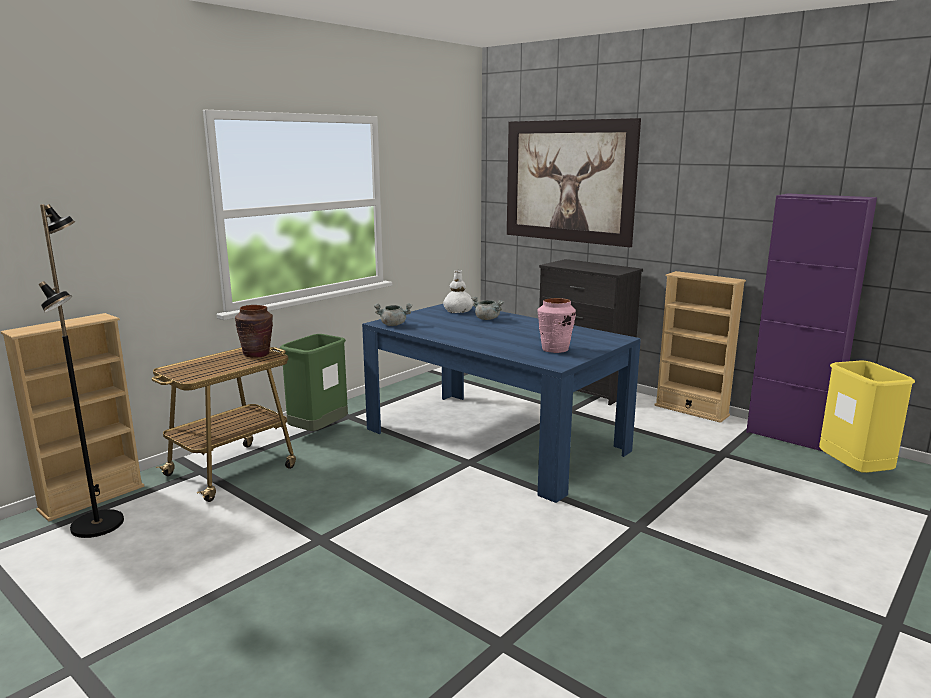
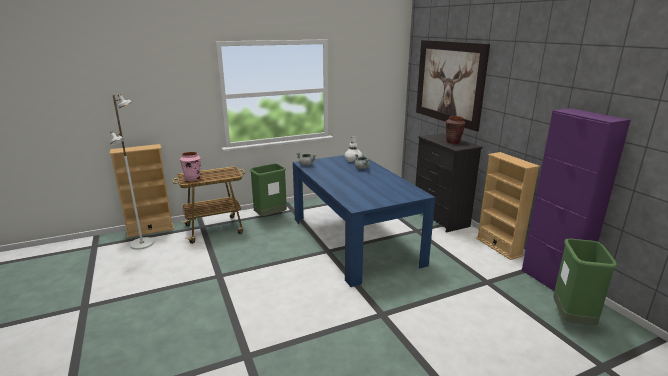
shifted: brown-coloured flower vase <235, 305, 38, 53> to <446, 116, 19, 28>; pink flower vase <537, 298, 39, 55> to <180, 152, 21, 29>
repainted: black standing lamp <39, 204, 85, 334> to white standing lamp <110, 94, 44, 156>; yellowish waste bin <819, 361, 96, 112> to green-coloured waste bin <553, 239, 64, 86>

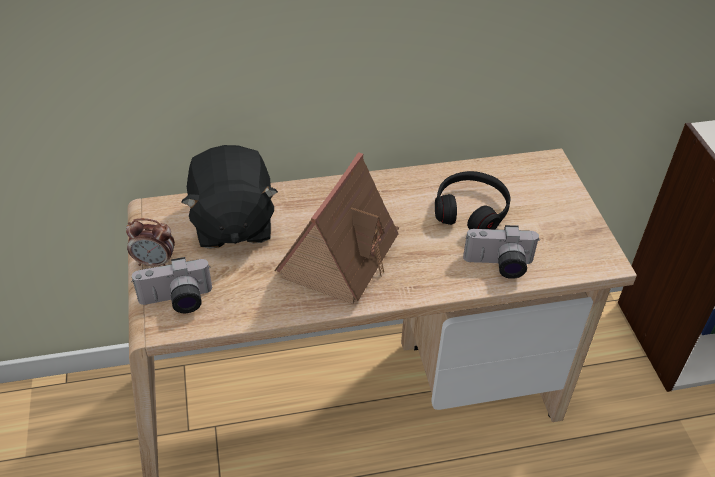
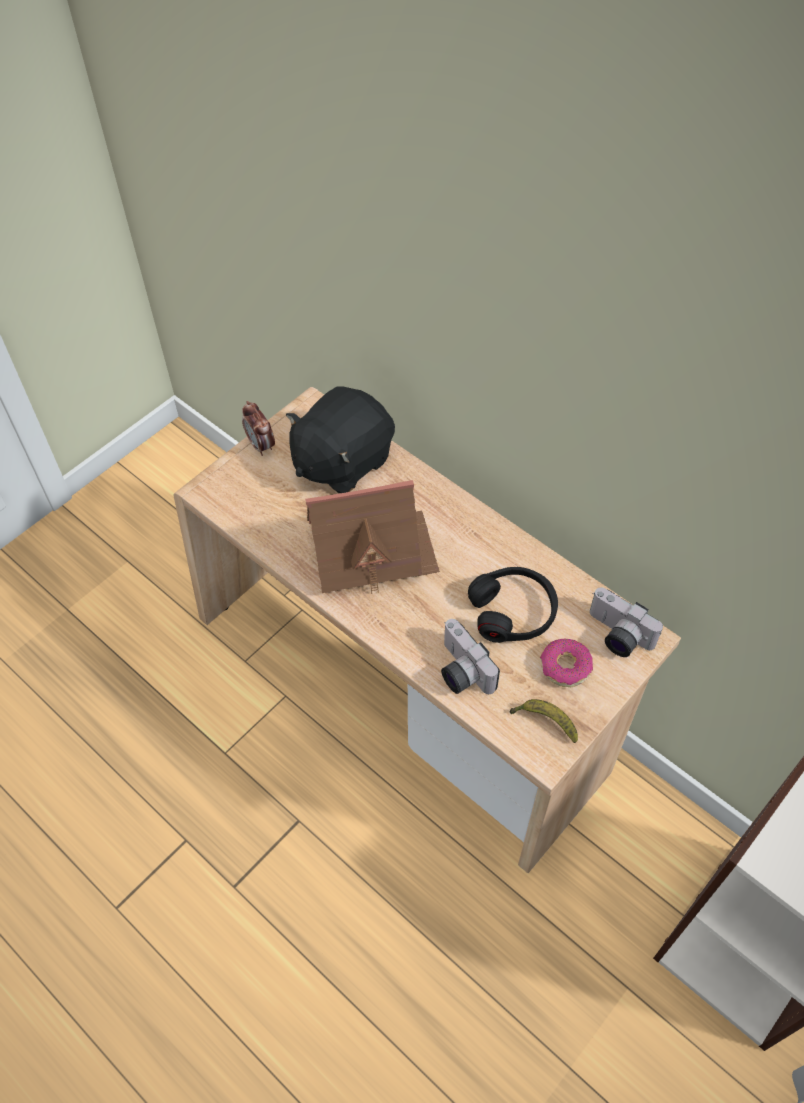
new: banana <509, 699, 69, 44>; doughnut <540, 639, 53, 48>
shifted: photo camera <131, 257, 81, 56> to <590, 587, 73, 70>

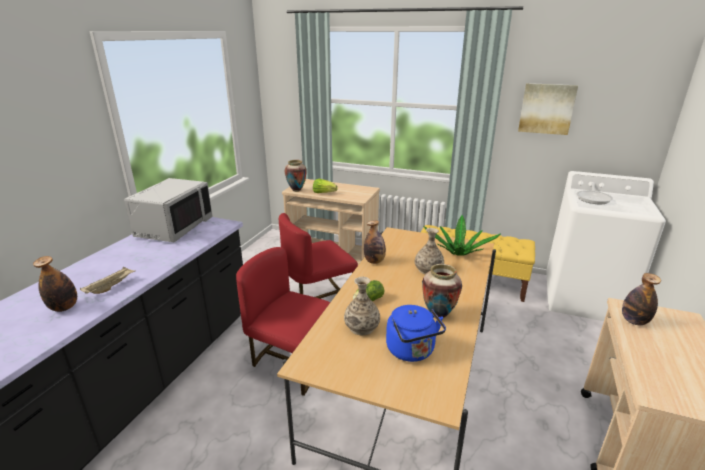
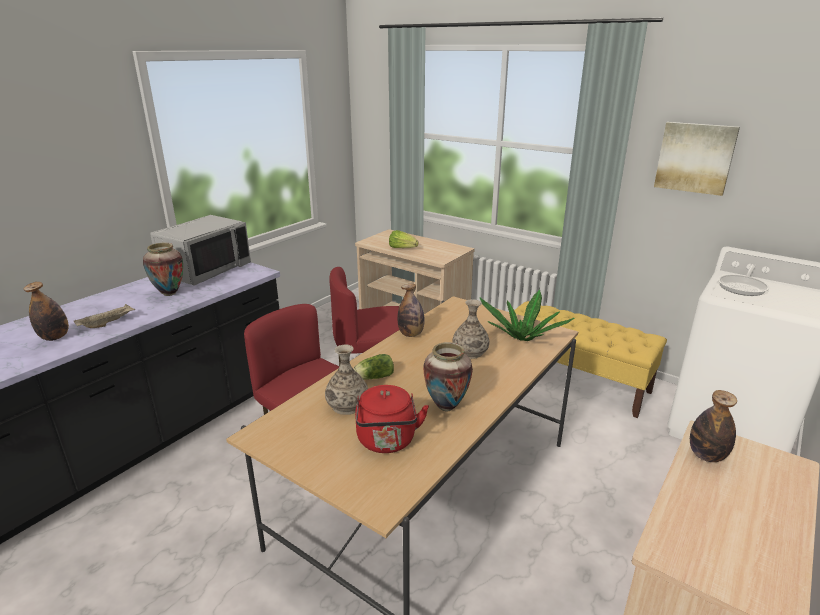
shifted: flower vase <285, 160, 22, 32> to <143, 243, 40, 53>
repainted: blue-coloured water kettle <386, 305, 60, 57> to red-coloured water kettle <355, 385, 74, 68>

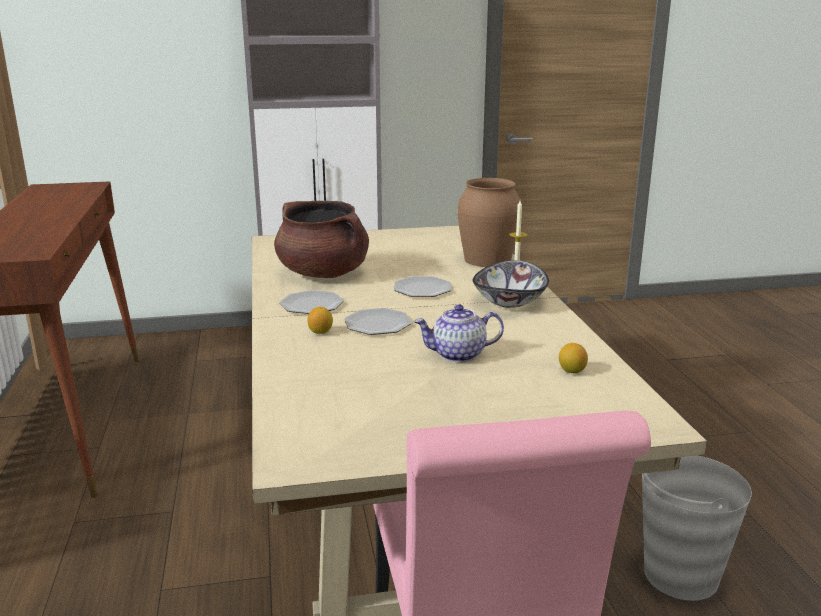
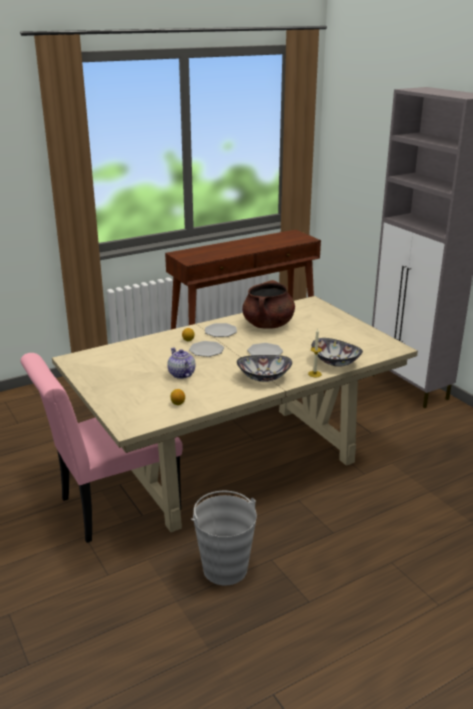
swapped: brown-coloured flower vase <457, 178, 63, 89> to deep dish <312, 338, 51, 29>

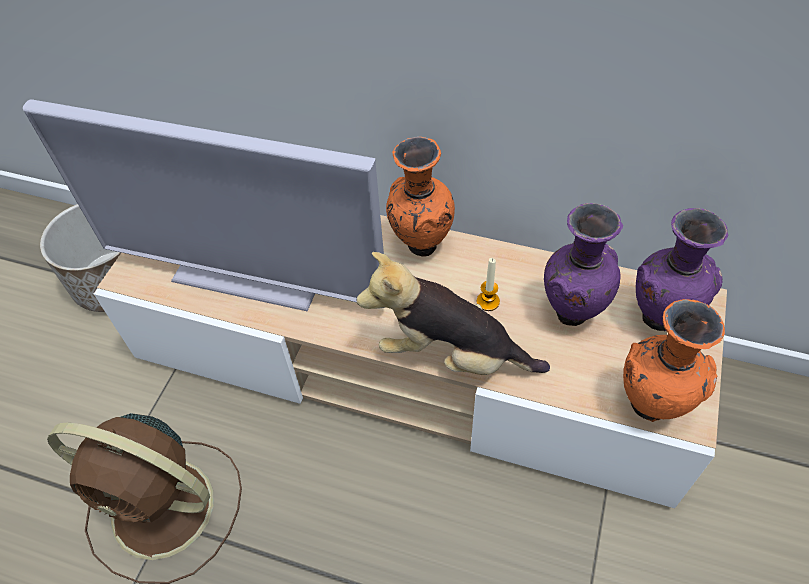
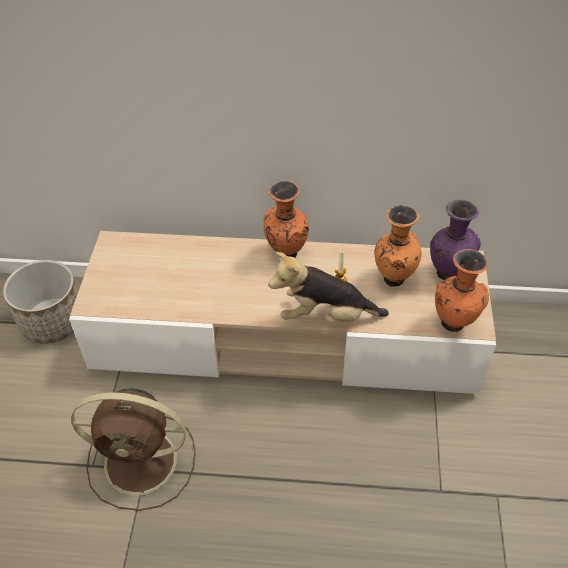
gone: television <23, 99, 361, 212>
repainted: purple flower vase <544, 203, 79, 123> to orangey flower vase <374, 205, 48, 82>

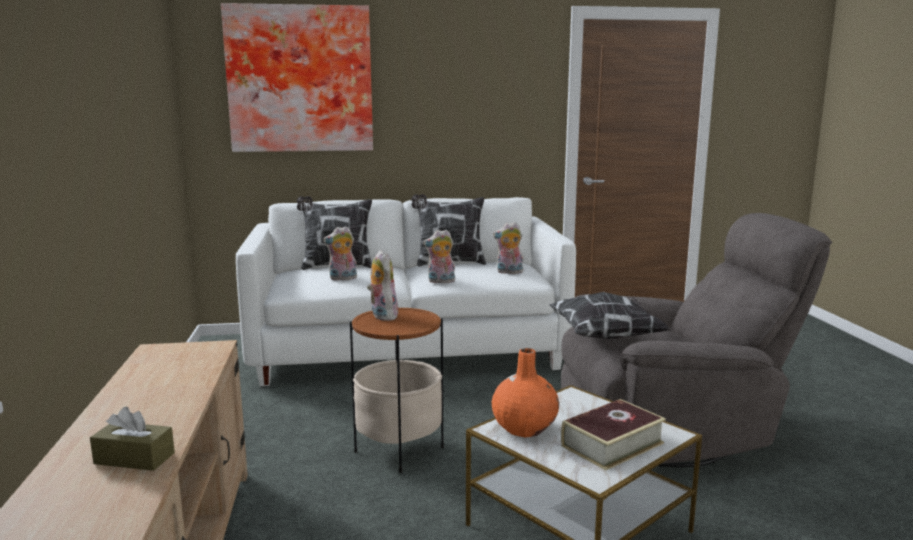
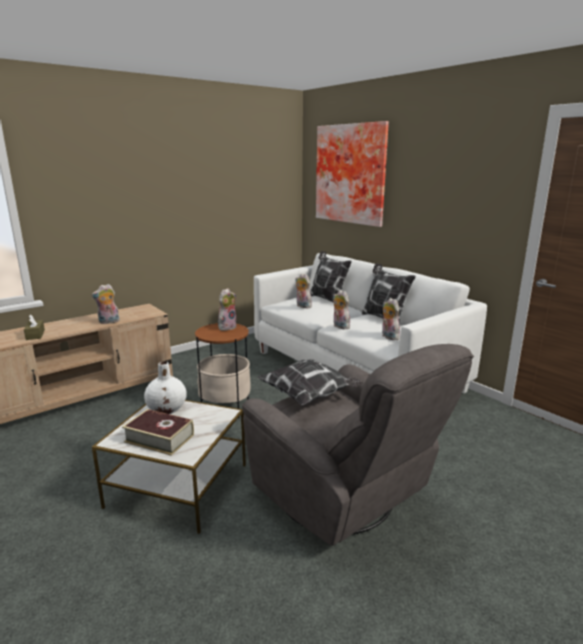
new: soft toy <91, 284, 29, 40>
repainted: orangey flower vase <492, 348, 67, 89> to white flower vase <144, 361, 43, 53>

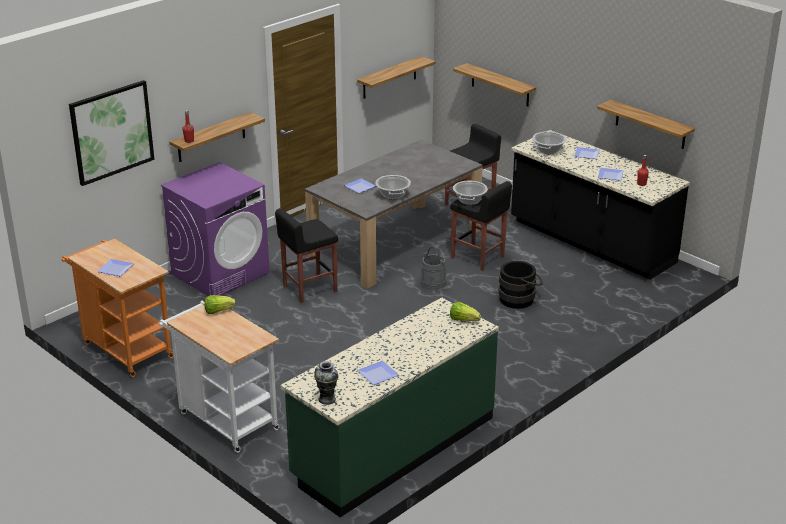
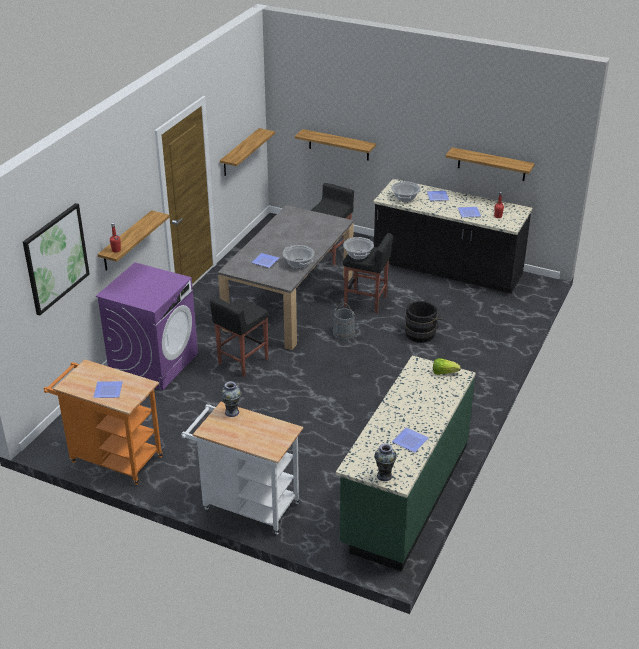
swapped: head of lettuce <204, 295, 32, 19> to flower vase <221, 381, 20, 36>

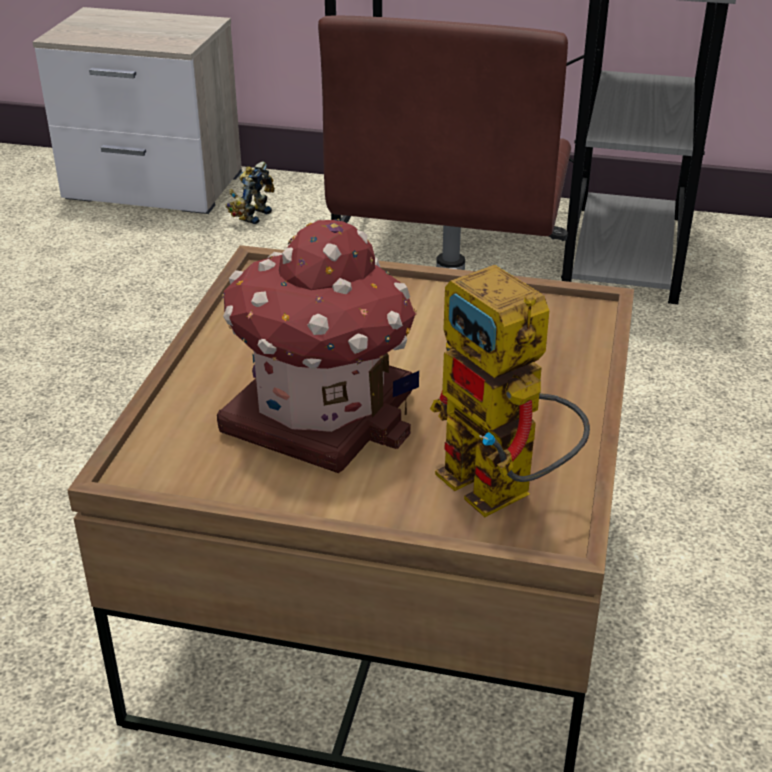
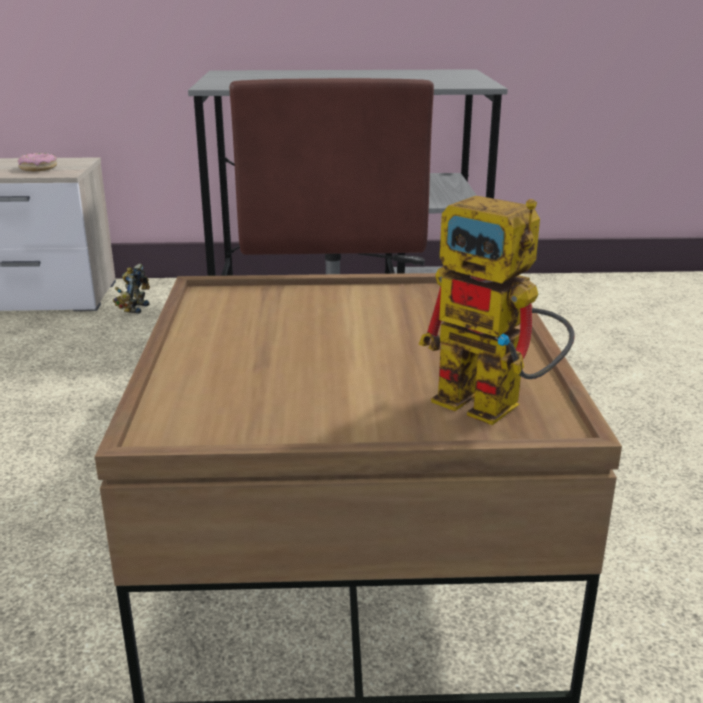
gone: model house <217, 219, 202, 254>
new: doughnut <18, 153, 39, 18>

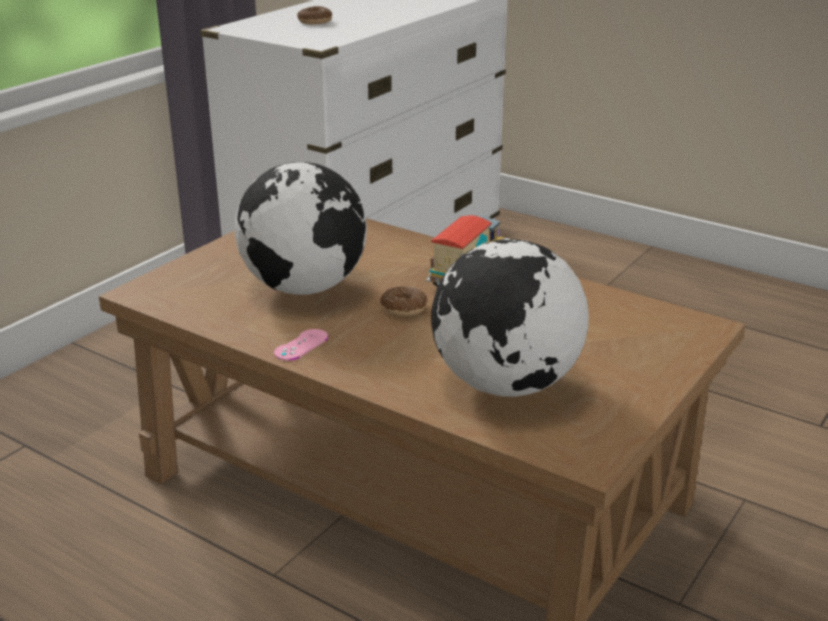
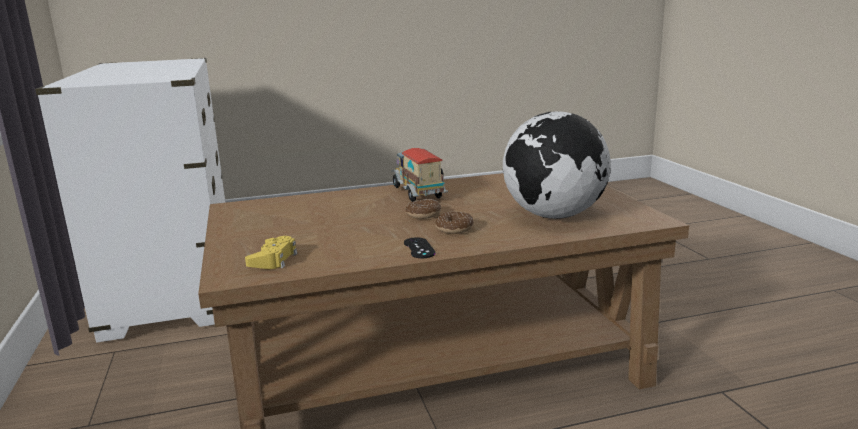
gone: globe <235, 162, 132, 133>
new: yellowish joypad <245, 236, 52, 33>
shifted: doughnut <297, 6, 35, 19> to <435, 212, 39, 22>
repainted: pink joypad <274, 329, 54, 32> to black joypad <404, 237, 32, 21>

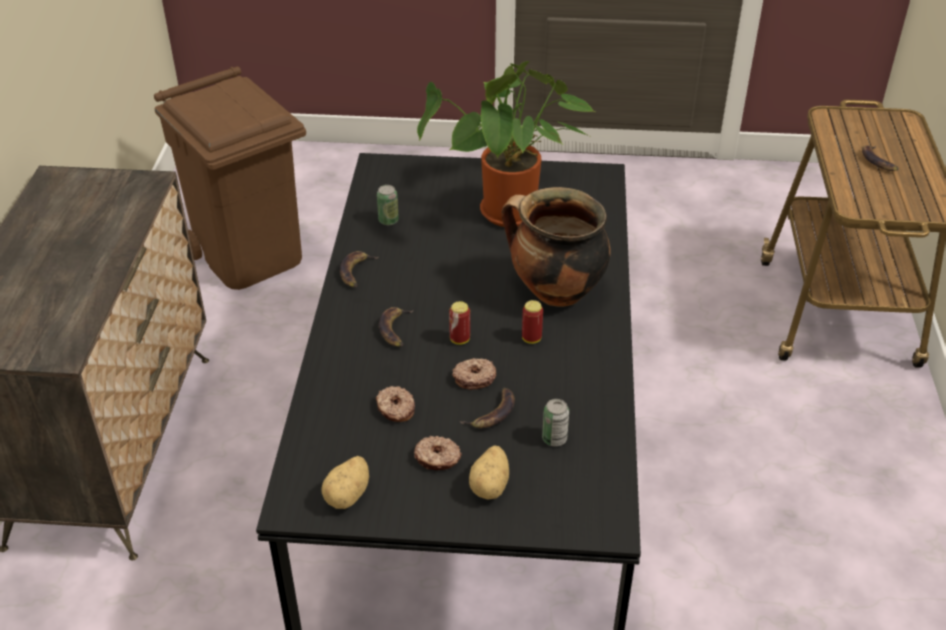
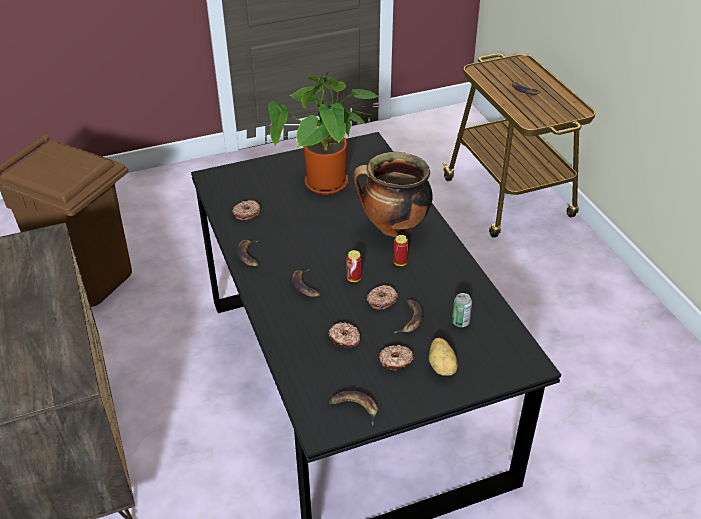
swapped: whole potato <321, 456, 48, 53> to banana <329, 390, 49, 35>; sealed can <377, 185, 22, 40> to doughnut <232, 200, 29, 20>

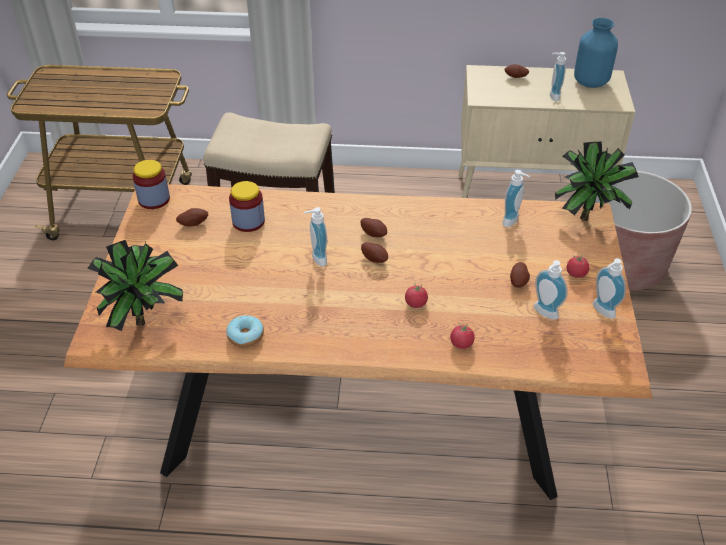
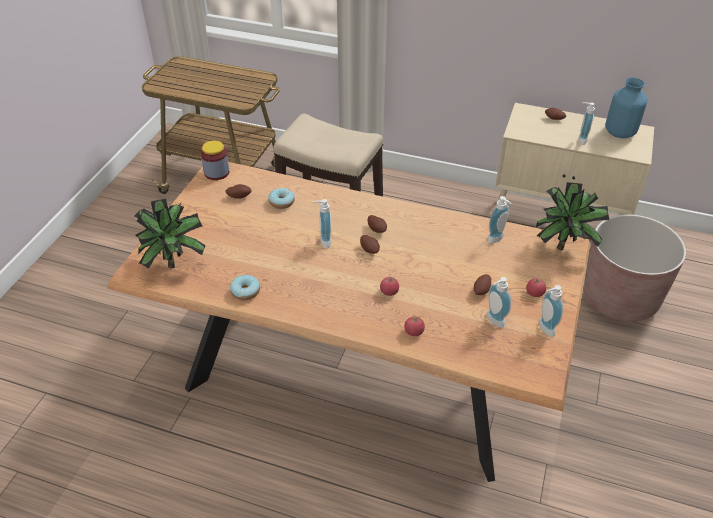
swapped: preserve jar <229, 181, 36, 51> to doughnut <268, 188, 27, 21>

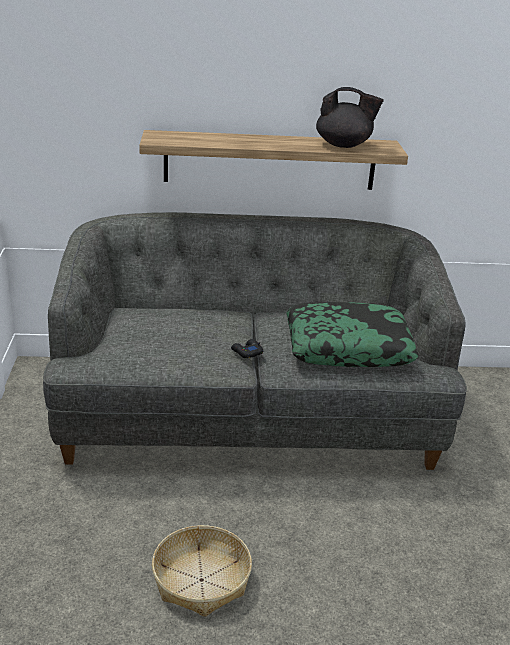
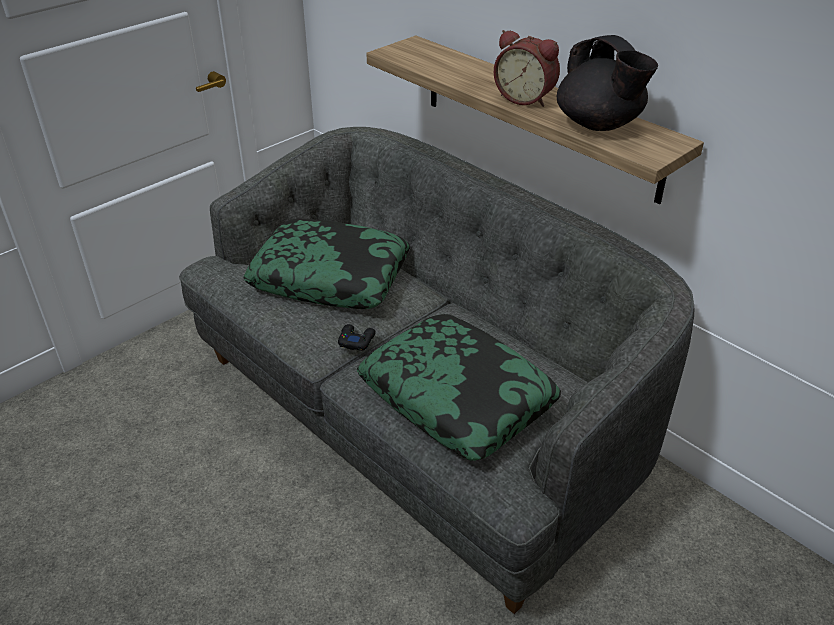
gone: storage basket <152, 525, 100, 92>
new: throw pillow <243, 218, 167, 91>; table clock <494, 30, 66, 77>

